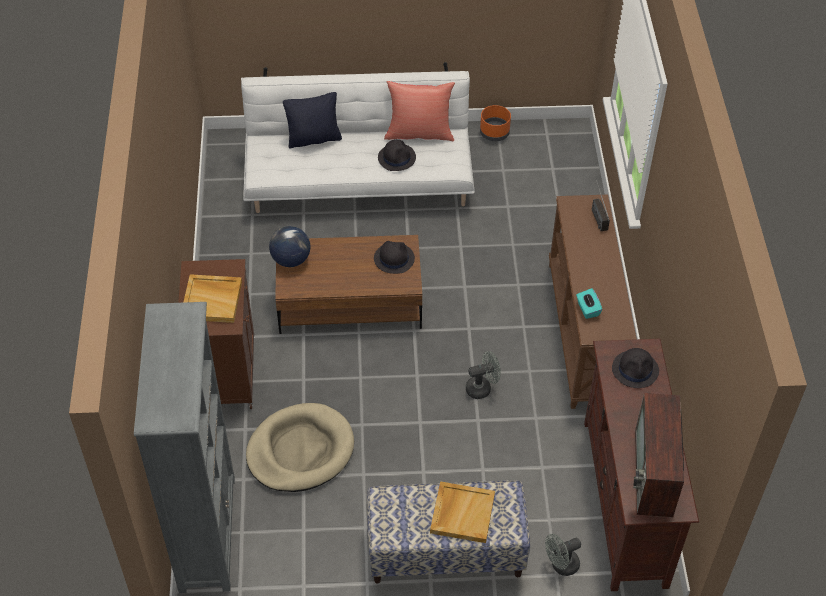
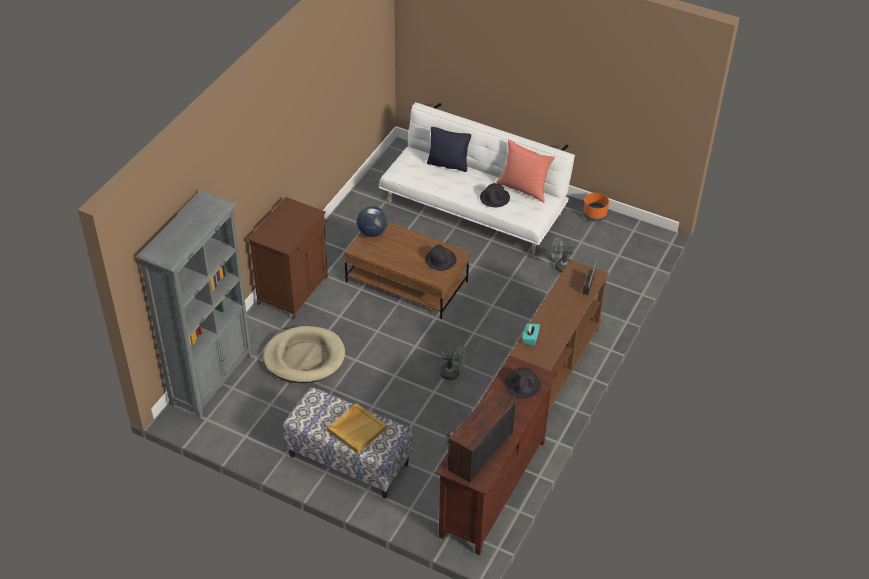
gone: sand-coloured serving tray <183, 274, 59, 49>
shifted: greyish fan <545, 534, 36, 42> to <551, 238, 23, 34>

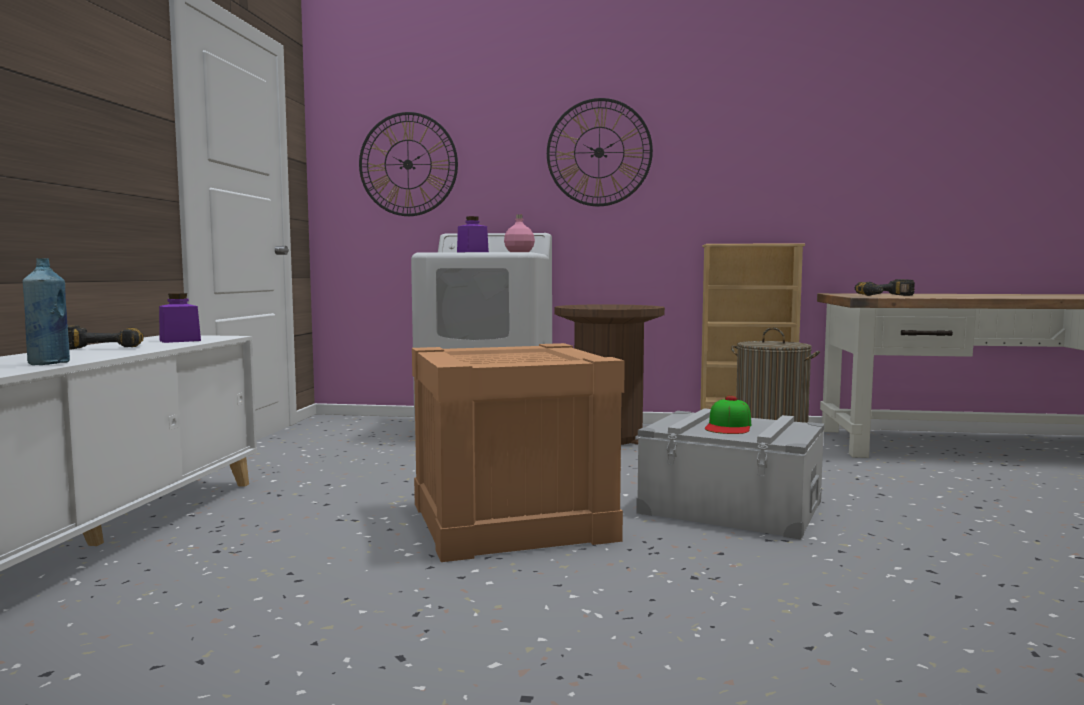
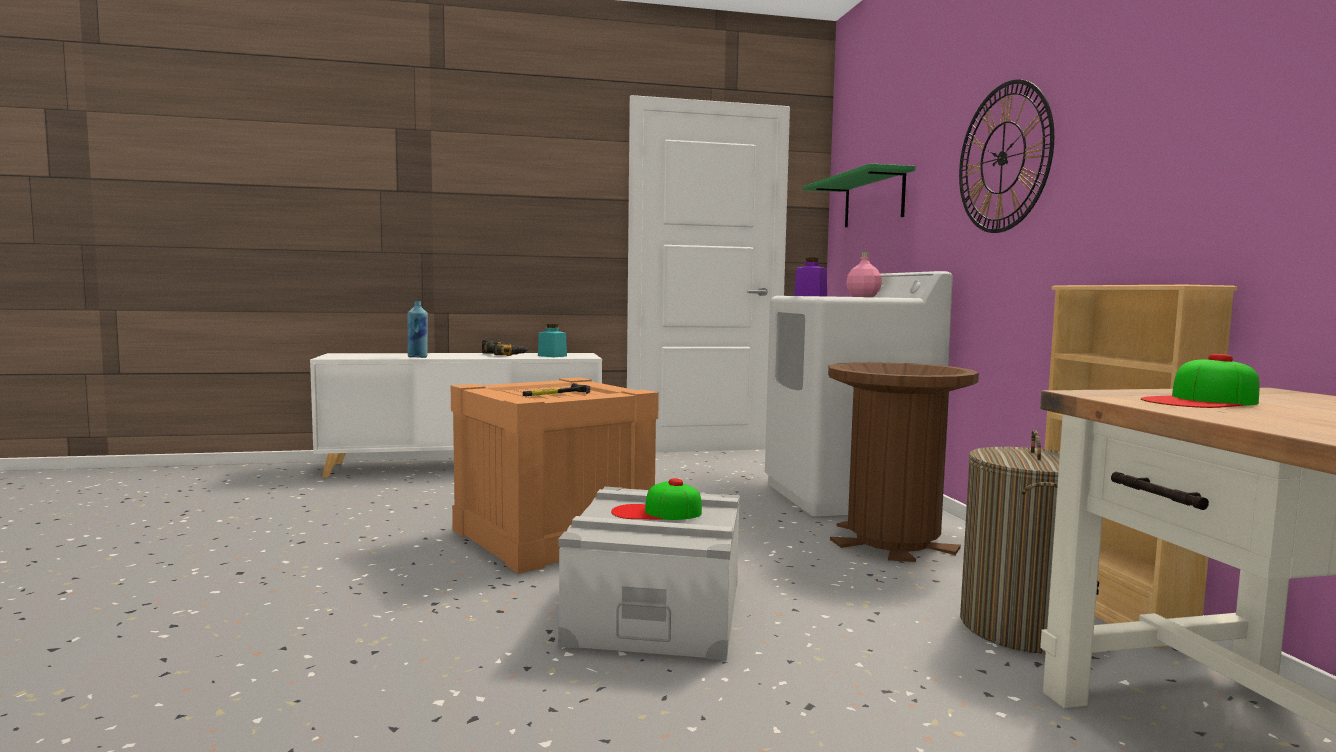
new: hand hammer <523, 383, 67, 13>
swapped: wall clock <359, 112, 99, 104> to green-coloured bracket shelf <803, 163, 112, 64>; drill <855, 279, 60, 17> to cap <1141, 354, 118, 54>
repainted: purple preserve jar <159, 293, 42, 50> to blue-green preserve jar <538, 324, 29, 33>

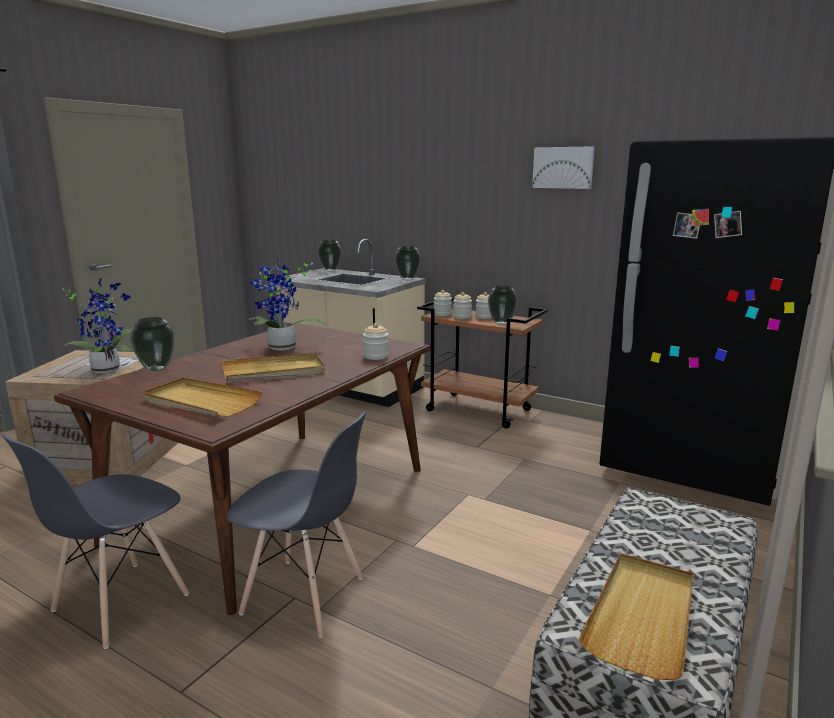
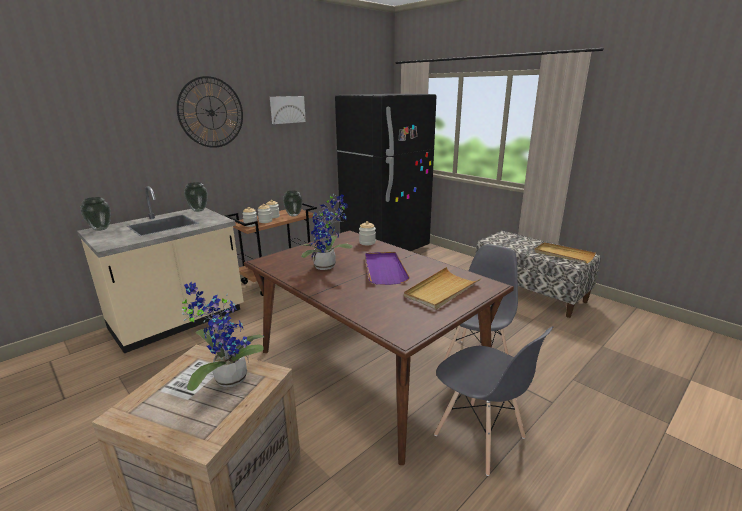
gone: flower vase <130, 317, 45, 54>
new: wall clock <177, 76, 66, 72>
repainted: sand-coloured serving tray <222, 353, 103, 28> to purple serving tray <365, 252, 45, 33>

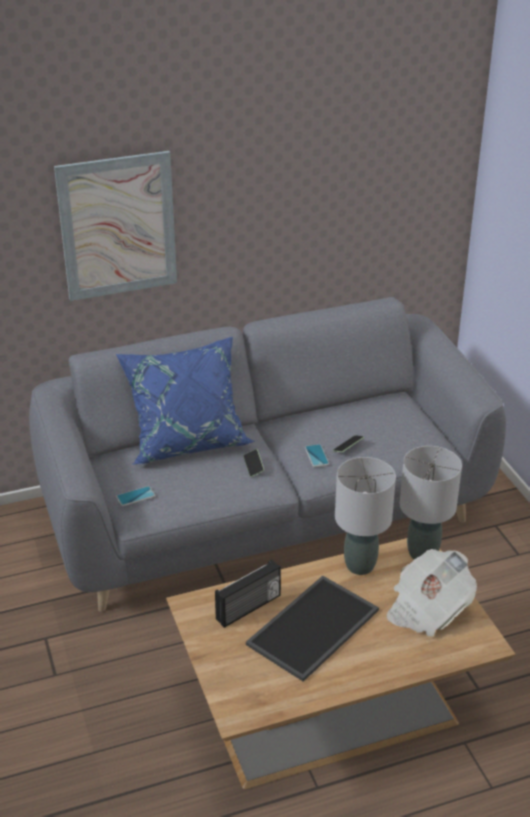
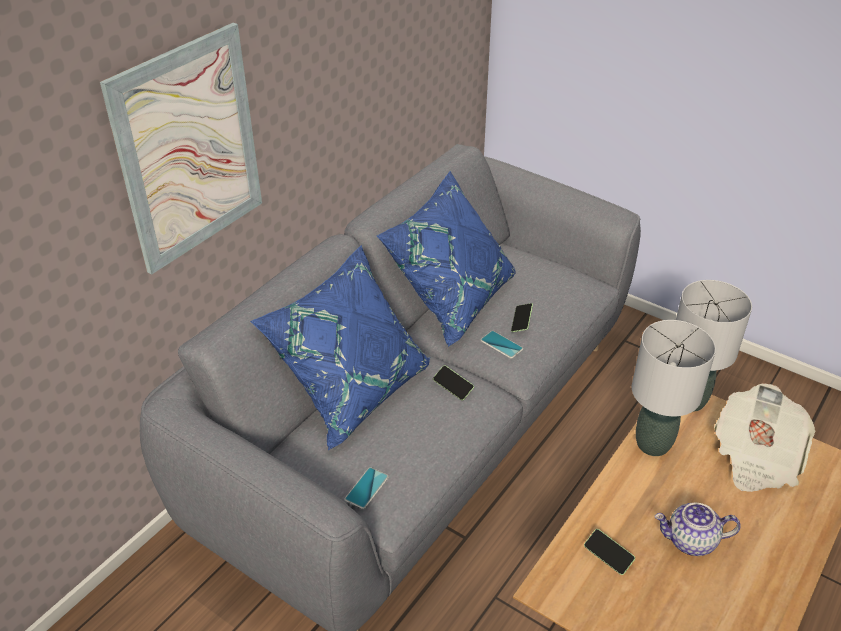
new: blue-coloured throw pillow <377, 171, 139, 176>
swapped: radio receiver <215, 559, 66, 69> to phone <584, 529, 51, 46>; serving tray <246, 576, 133, 106> to pot for tea <655, 503, 86, 53>

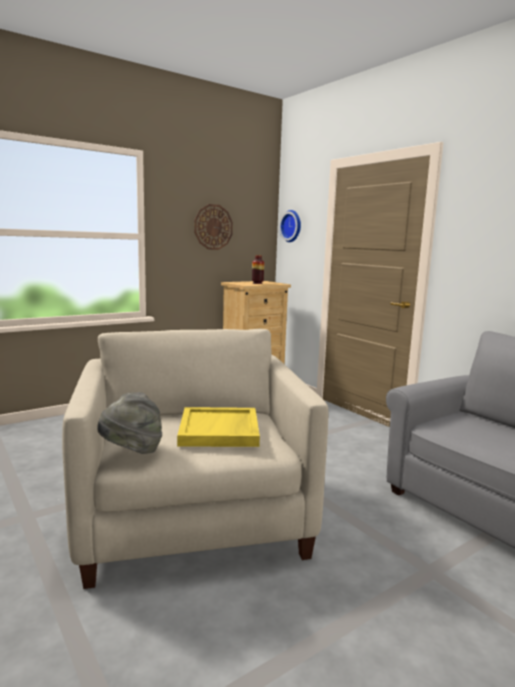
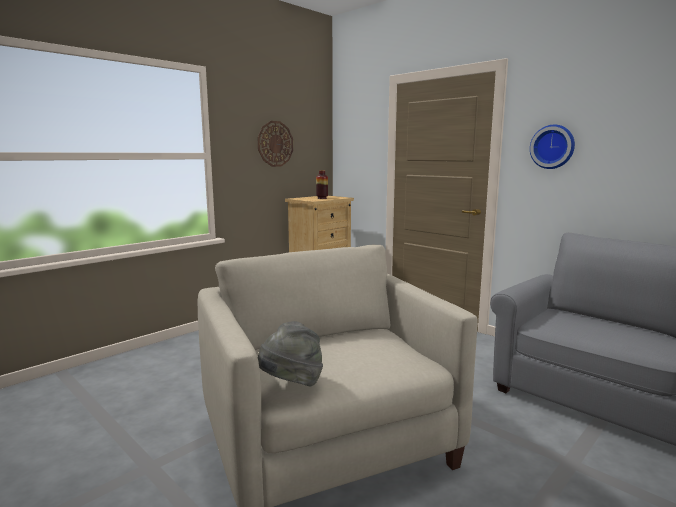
gone: yellowish serving tray <177, 407, 83, 40>
shifted: wall clock <279, 210, 22, 32> to <530, 125, 45, 44>

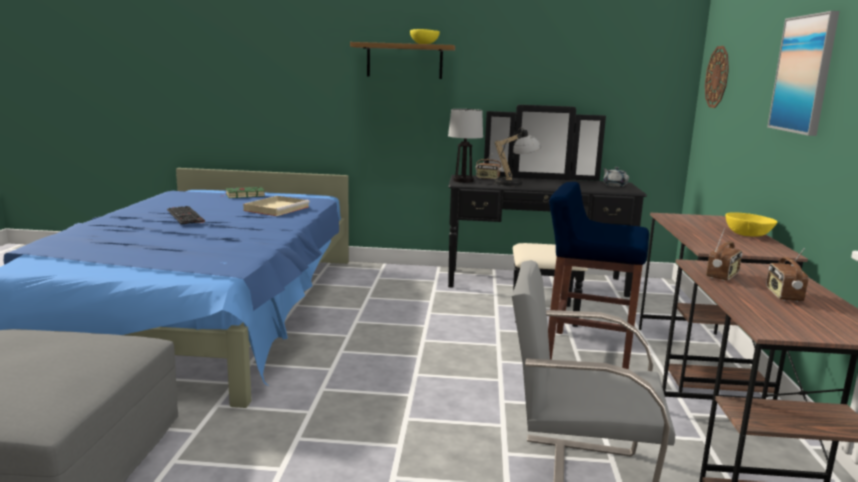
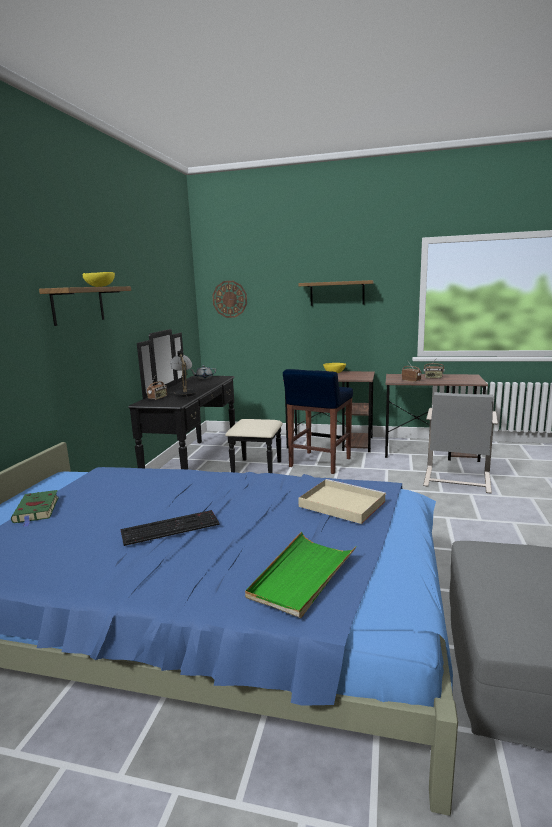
gone: lamp for a table <448, 109, 35, 74>
new: green-coloured serving tray <245, 531, 112, 87>
shifted: sand-coloured serving tray <243, 196, 67, 20> to <298, 479, 88, 45>
swapped: wall picture <767, 11, 72, 125> to bracket shelf <298, 280, 76, 26>

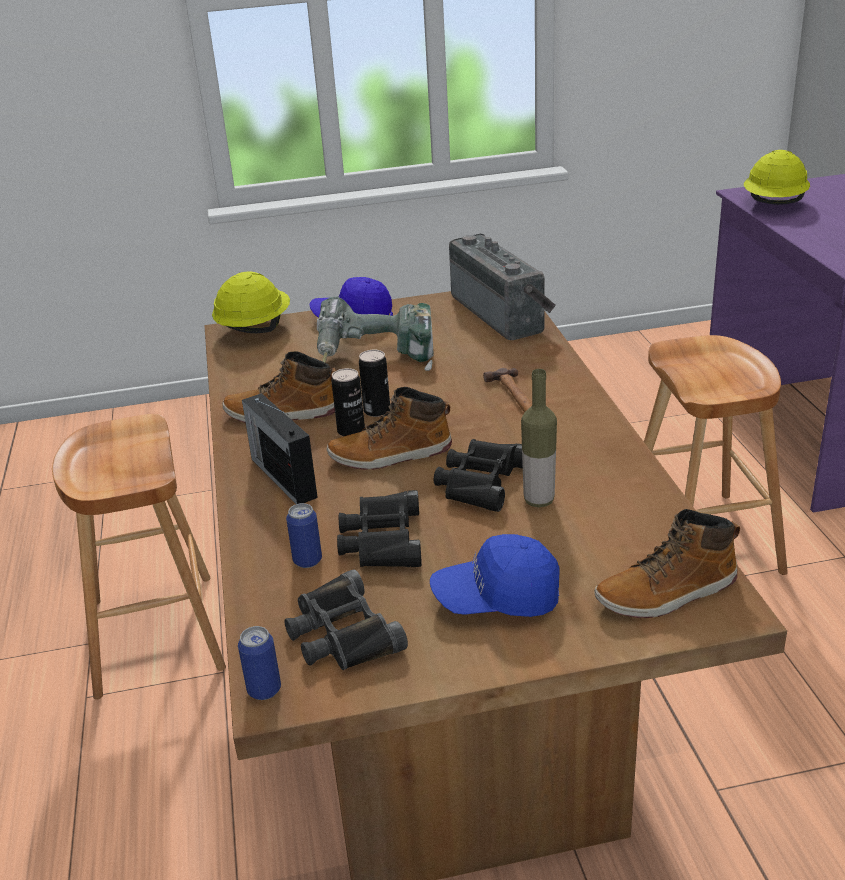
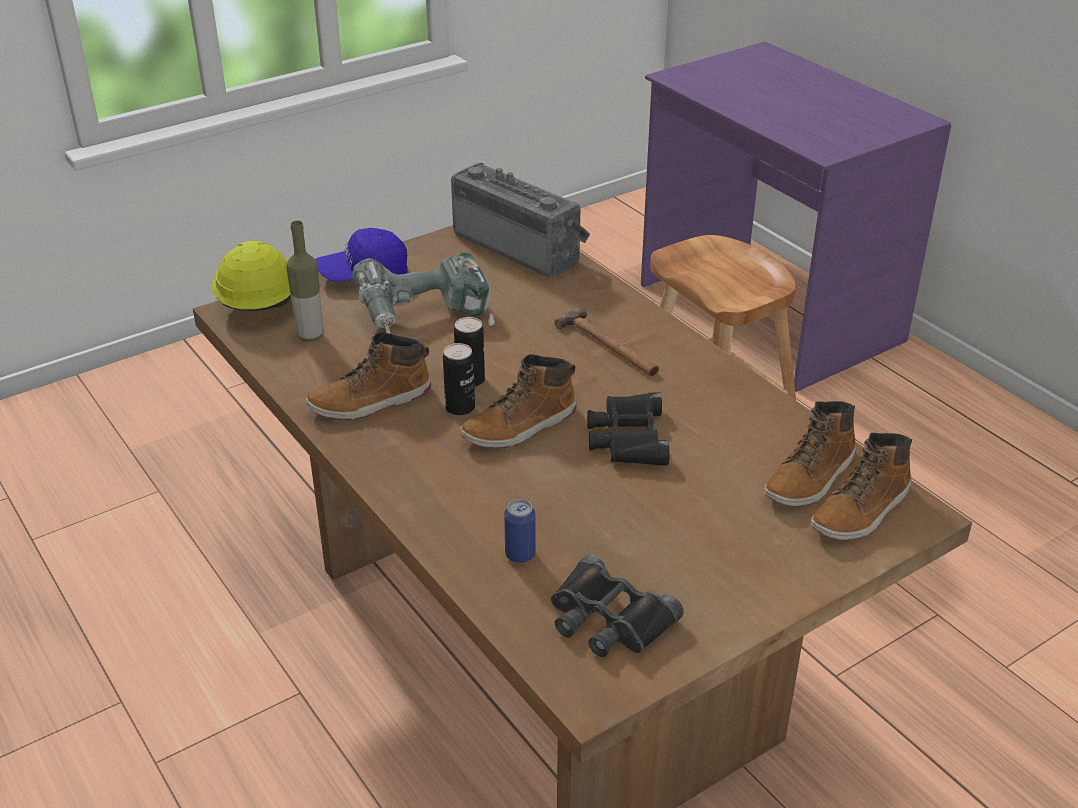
gone: brown-coloured sitting stool <52, 414, 174, 286>; sealed can <238, 626, 43, 74>; radio receiver <242, 393, 76, 111>; black binoculars <337, 490, 85, 77>; blue-coloured cap <430, 534, 130, 83>; yellowish hard hat <744, 150, 66, 55>
new: boot <764, 401, 92, 106>
shifted: beverage bottle <521, 369, 36, 138> to <286, 221, 37, 121>

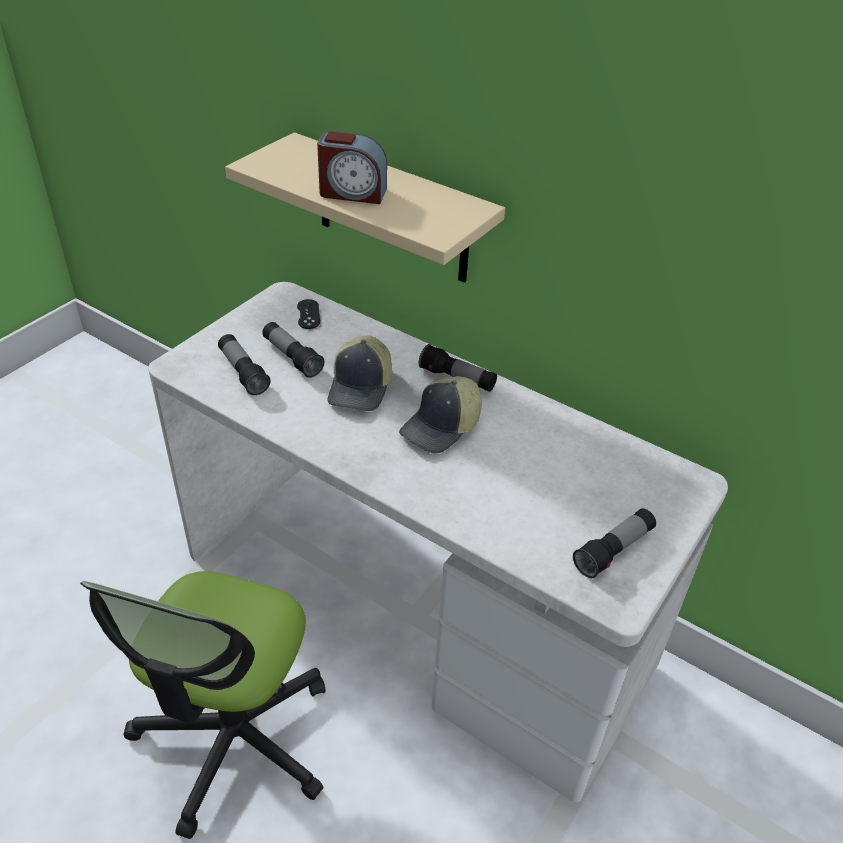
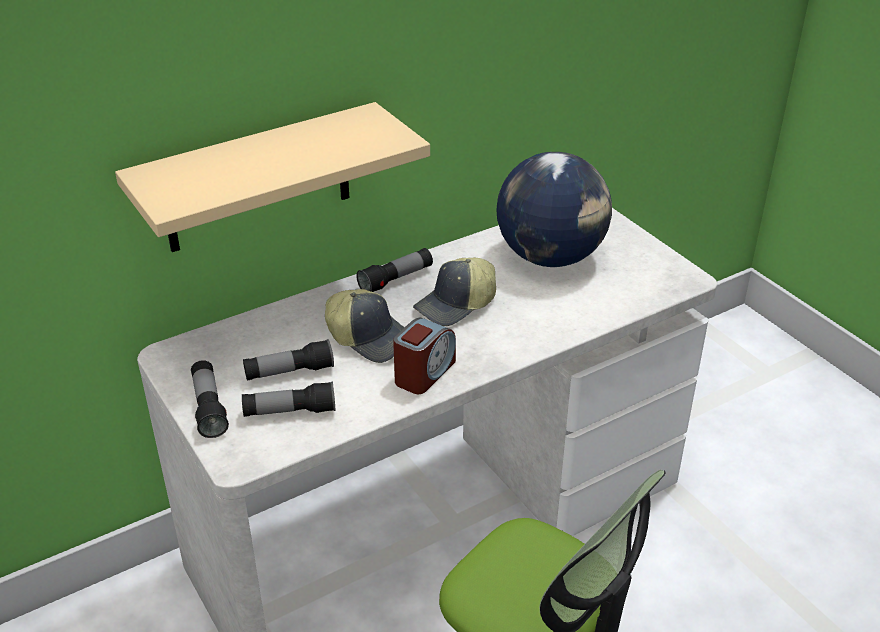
gone: black joypad <297, 299, 23, 30>
new: globe <496, 152, 116, 115>
shifted: table clock <317, 131, 70, 73> to <393, 317, 63, 77>; hand torch <573, 508, 83, 70> to <191, 360, 38, 78>
rotated: cap <399, 376, 83, 77> = <413, 257, 83, 69> 75 degrees clockwise

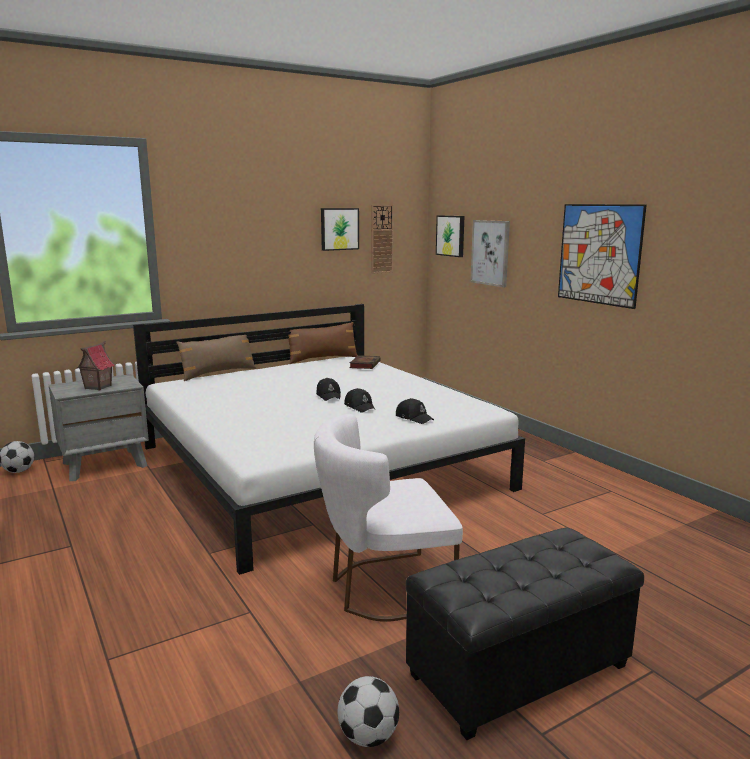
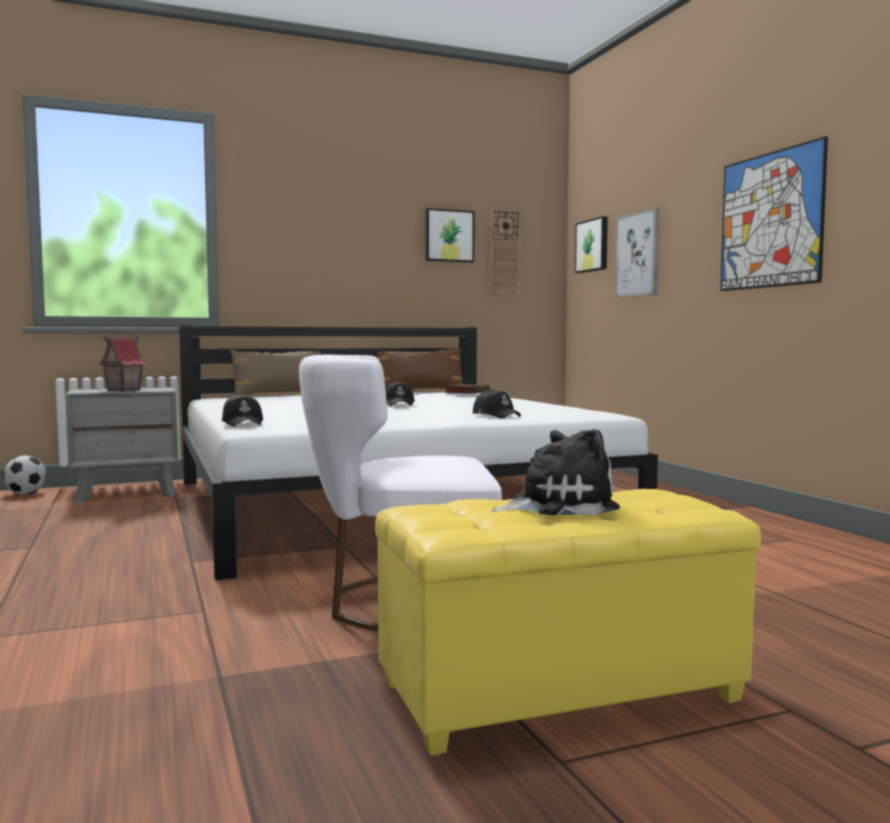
gone: ball for football <338, 676, 61, 71>
new: soft toy <491, 429, 129, 87>
shifted: black cap <344, 388, 31, 25> to <222, 394, 41, 33>
repainted: black pouffe <406, 527, 238, 213> to yellowish pouffe <375, 489, 386, 266>

